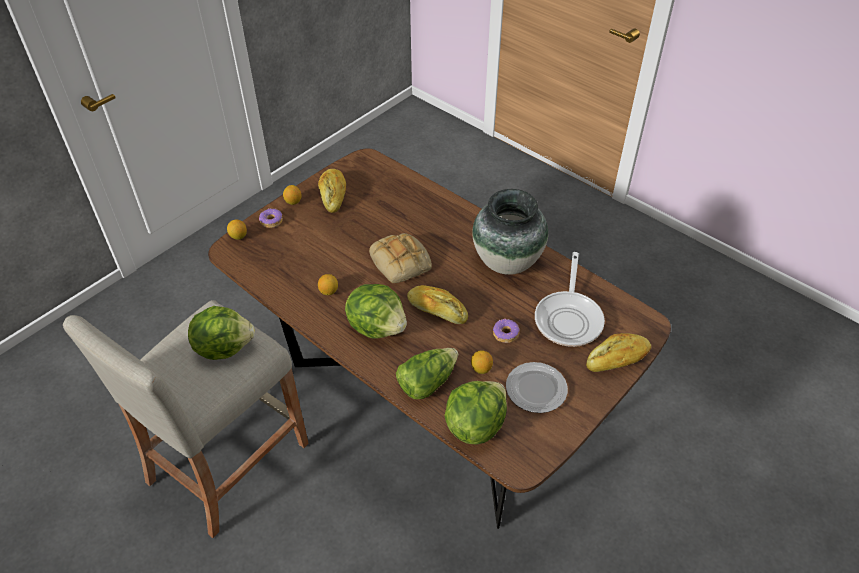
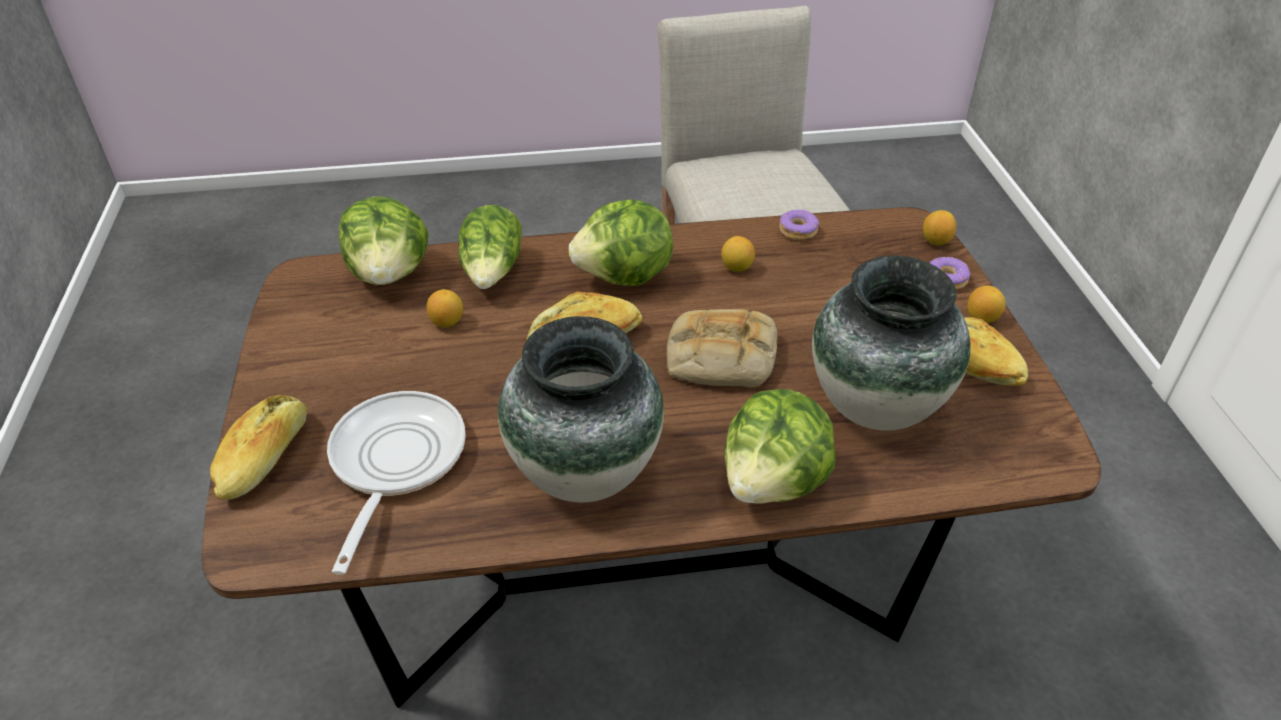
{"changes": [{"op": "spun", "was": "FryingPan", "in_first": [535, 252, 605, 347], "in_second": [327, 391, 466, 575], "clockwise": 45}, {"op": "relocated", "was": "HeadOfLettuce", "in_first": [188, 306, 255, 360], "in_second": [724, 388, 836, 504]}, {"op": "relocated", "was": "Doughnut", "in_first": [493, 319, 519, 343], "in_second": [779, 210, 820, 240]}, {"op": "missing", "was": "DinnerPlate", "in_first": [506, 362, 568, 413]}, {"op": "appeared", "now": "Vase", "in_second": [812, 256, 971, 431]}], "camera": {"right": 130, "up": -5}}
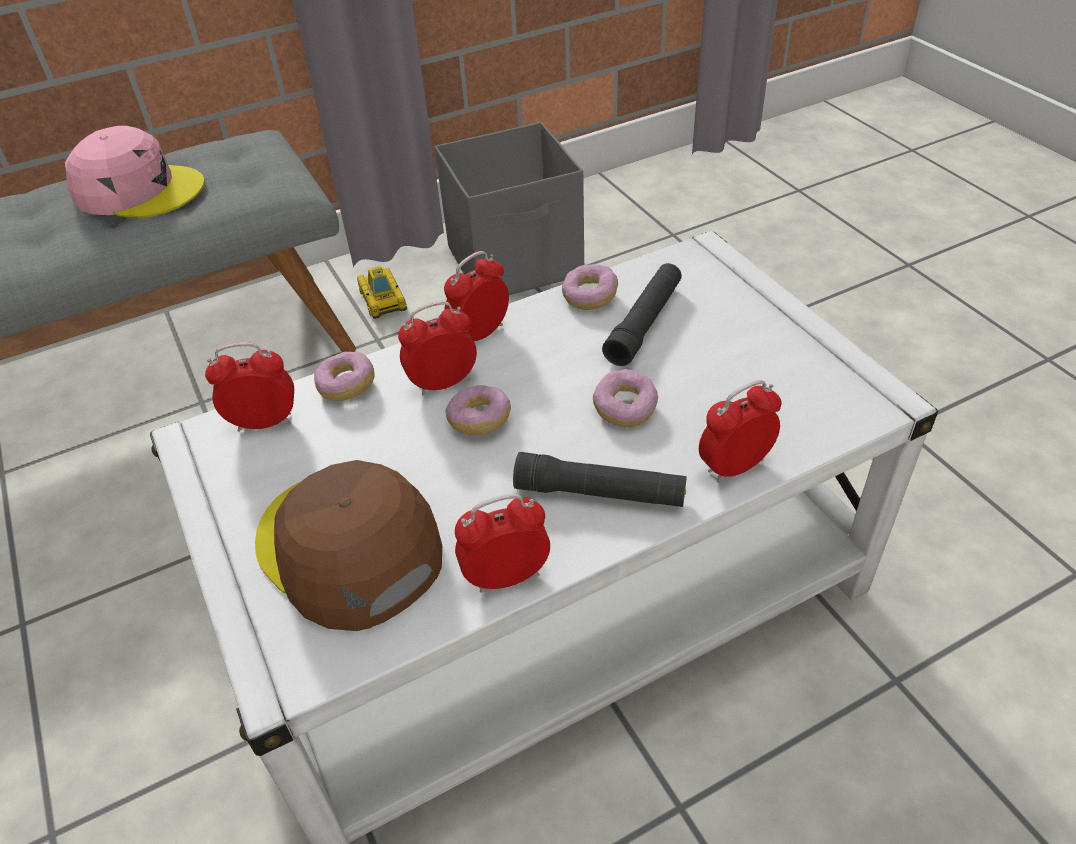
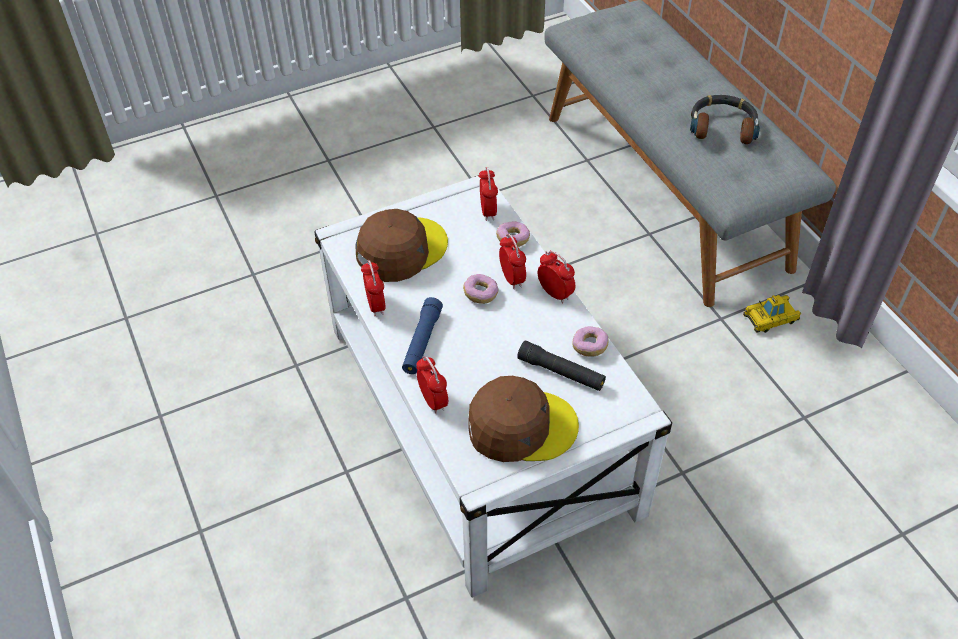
{"changes": [{"op": "missing", "was": "GrayStorageBox", "in_first": [435, 122, 584, 295]}, {"op": "exchanged", "was": "PinkishPeakedCap", "now": "Headphones", "in_first": [65, 126, 205, 218], "in_second": [690, 95, 760, 144]}, {"op": "missing", "was": "Doughnut", "in_first": [593, 369, 658, 427]}, {"op": "colour", "was": "BlackishTorch", "now": "BlueColouredTorch", "in_first": [513, 452, 687, 507], "in_second": [402, 297, 443, 374]}, {"op": "appeared", "now": "BrownishPeakedCap", "in_second": [469, 376, 579, 462]}], "camera": {"right": 90, "up": 5}}
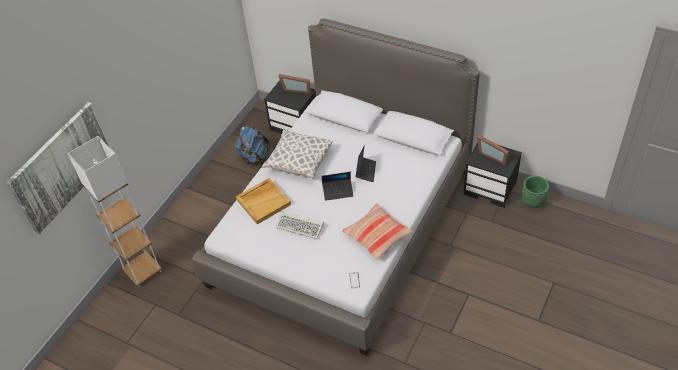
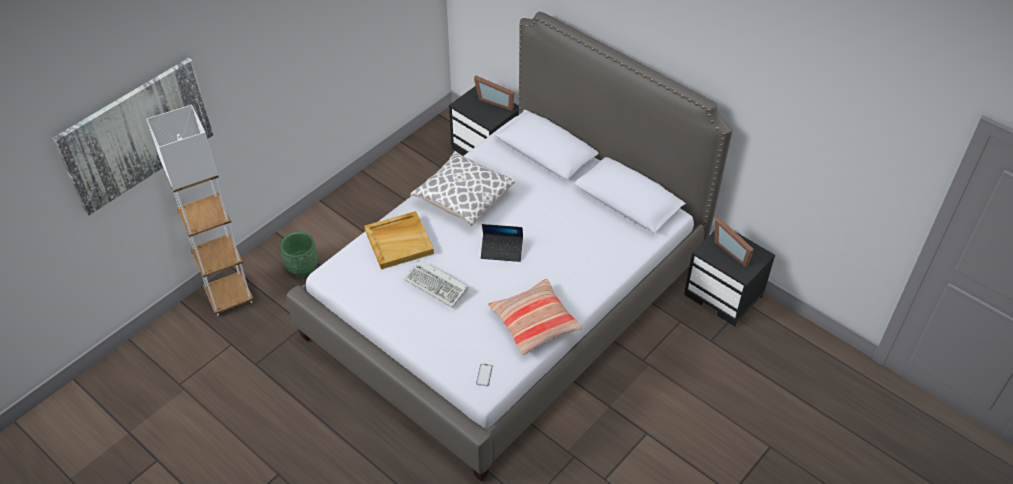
{"changes": [{"op": "missing", "was": "BlueColouredBackpack", "in_first": [235, 124, 270, 165]}, {"op": "missing", "was": "PortableComputer", "in_first": [355, 145, 376, 182]}, {"op": "relocated", "was": "GreenPlantPot", "in_first": [521, 176, 549, 208], "in_second": [280, 232, 318, 276]}], "camera": {"right": 10, "up": 0}}
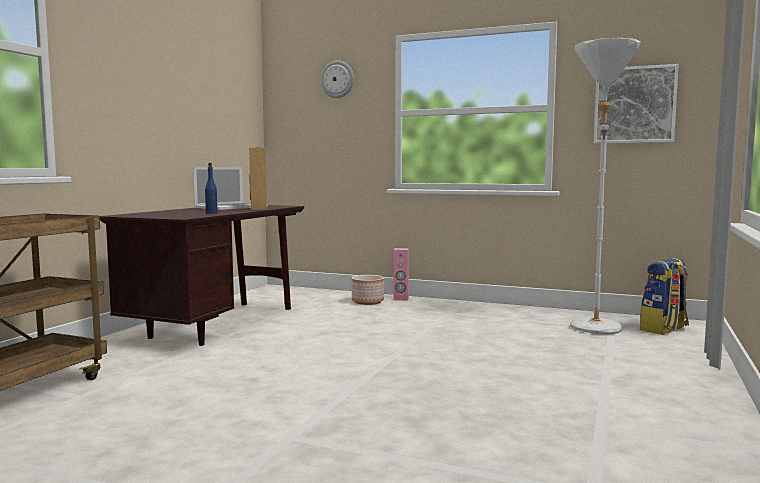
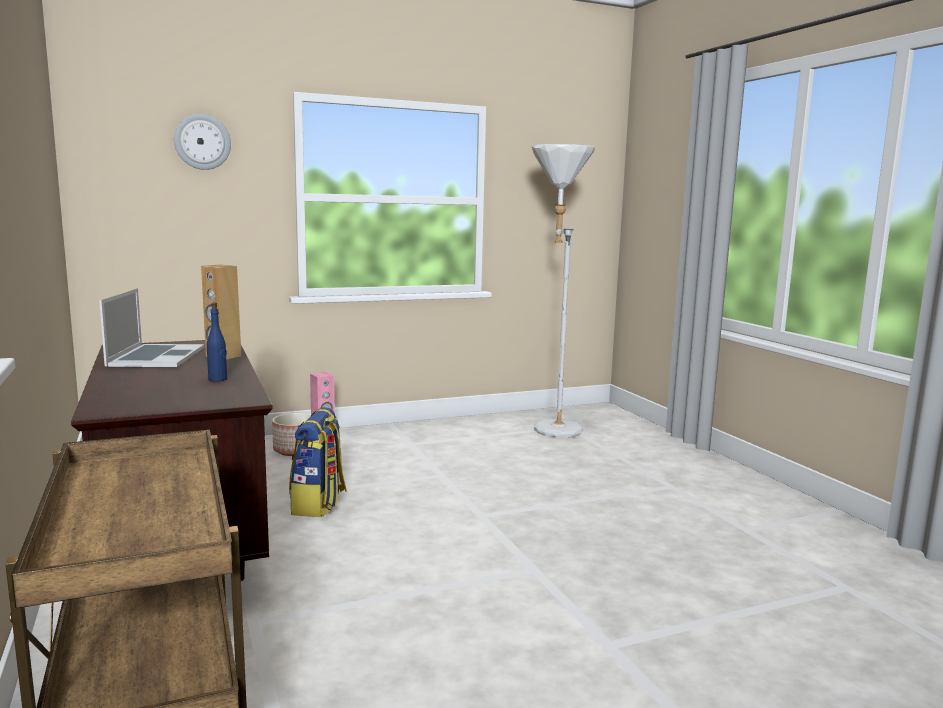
{"changes": [{"op": "missing", "was": "WallArt", "in_first": [594, 64, 679, 144]}, {"op": "relocated", "was": "Backpack", "in_first": [640, 258, 689, 335], "in_second": [289, 407, 347, 517]}], "camera": {"right": -45, "up": 5}}
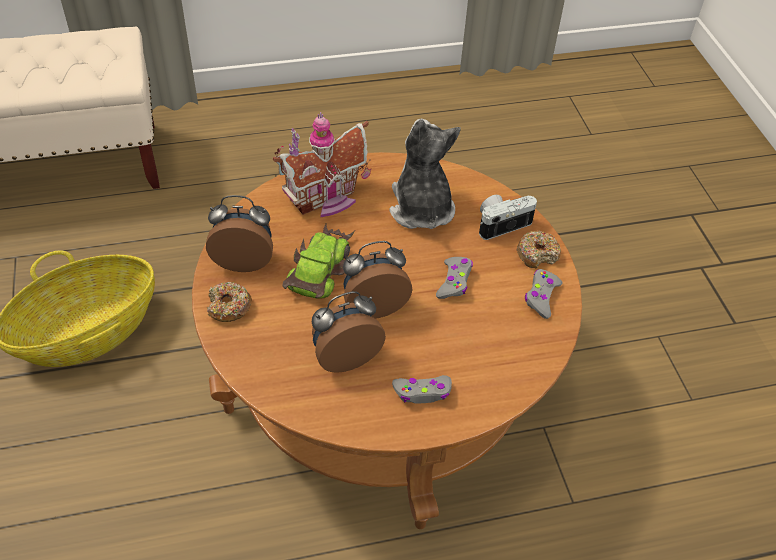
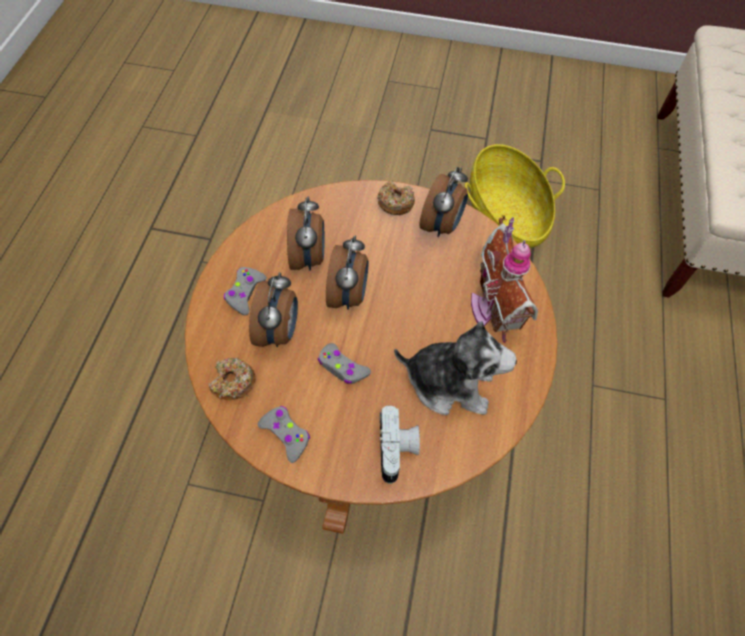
{"changes": [{"op": "missing", "was": "ToyCar", "in_first": [282, 224, 356, 299]}, {"op": "relocated", "was": "Doughnut", "in_first": [516, 230, 561, 268], "in_second": [209, 358, 256, 400]}, {"op": "appeared", "now": "TableClock", "in_second": [249, 272, 298, 347]}], "camera": {"right": 115, "up": 10}}
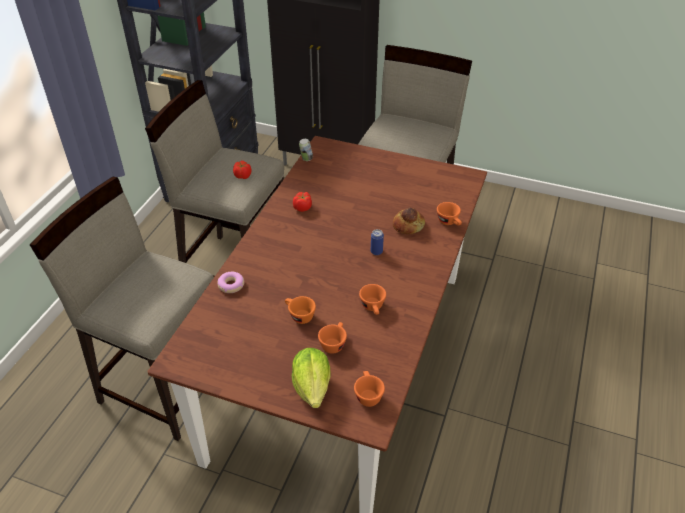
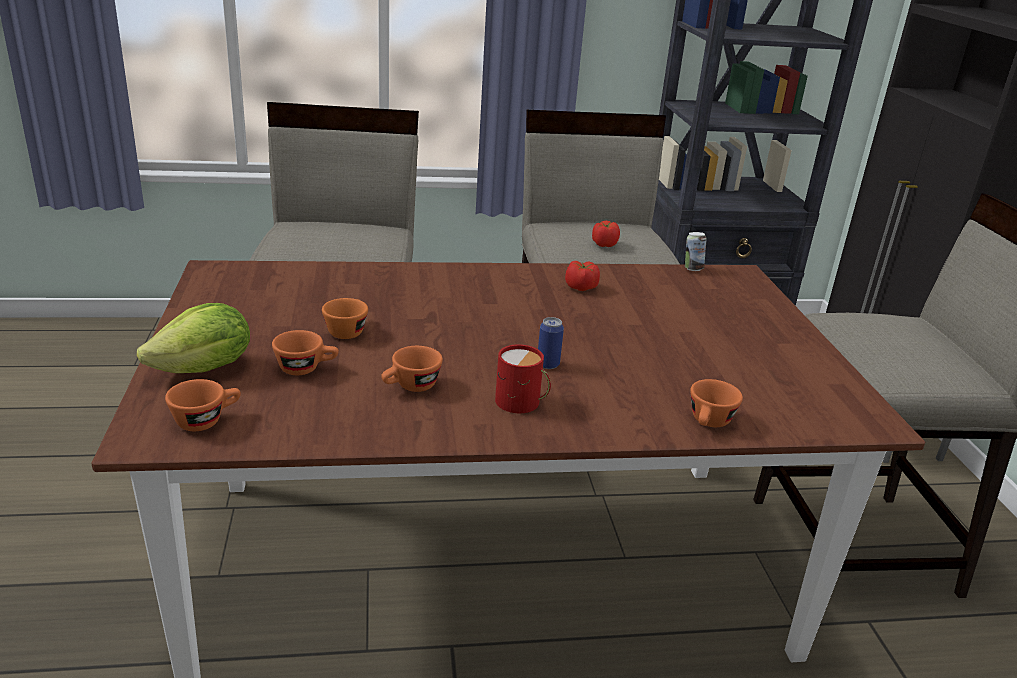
{"changes": [{"op": "missing", "was": "BakedBread", "in_first": [393, 207, 425, 234]}, {"op": "missing", "was": "Doughnut", "in_first": [217, 272, 244, 293]}, {"op": "appeared", "now": "RedTeaMug", "in_second": [495, 344, 551, 413]}], "camera": {"right": 60, "up": -15}}
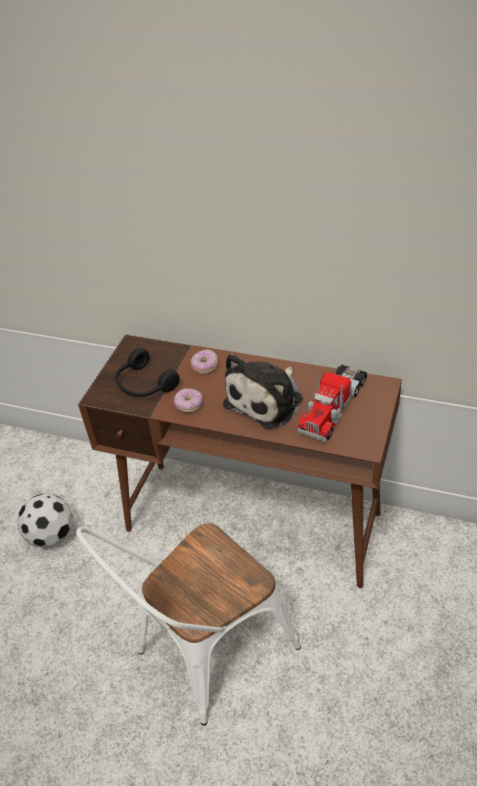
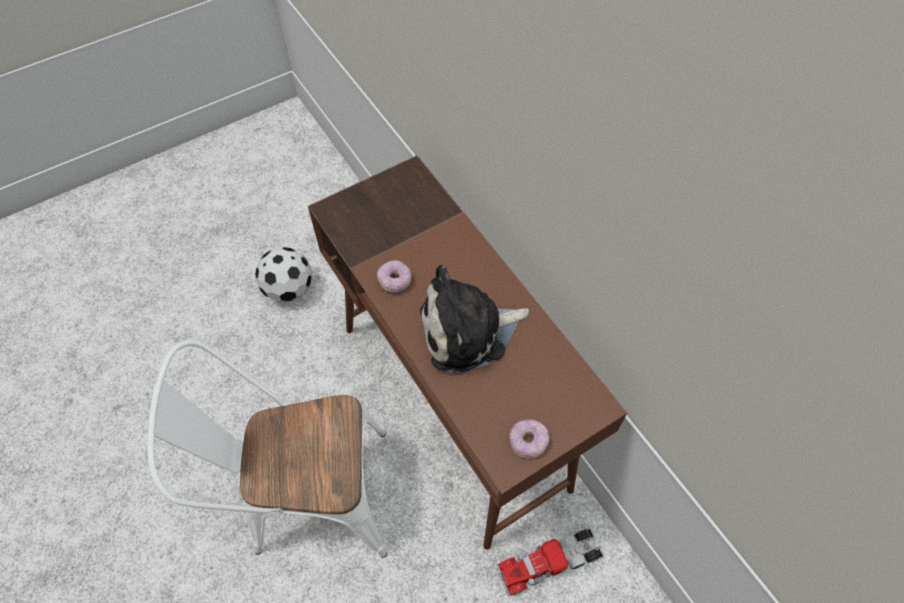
{"changes": [{"op": "missing", "was": "BlackishHeadphones", "in_first": [115, 348, 180, 397]}, {"op": "relocated", "was": "Doughnut", "in_first": [191, 349, 218, 374], "in_second": [509, 419, 550, 458]}, {"op": "relocated", "was": "ToyTruck", "in_first": [298, 364, 367, 442], "in_second": [497, 528, 603, 597]}], "camera": {"right": 35, "up": 15}}
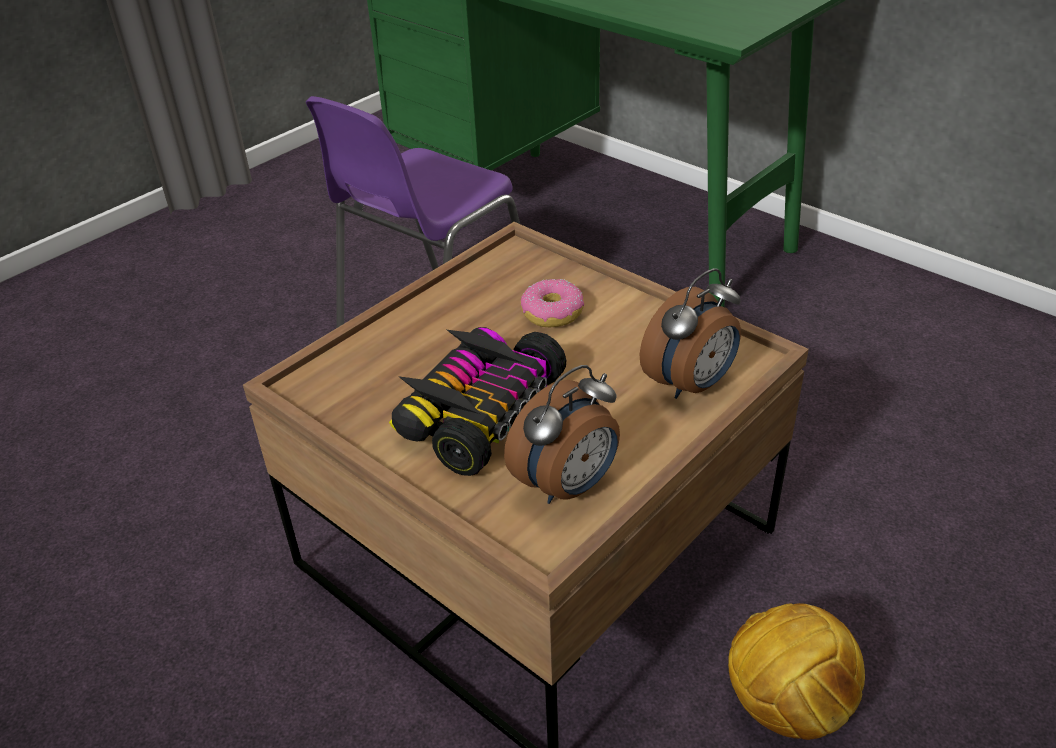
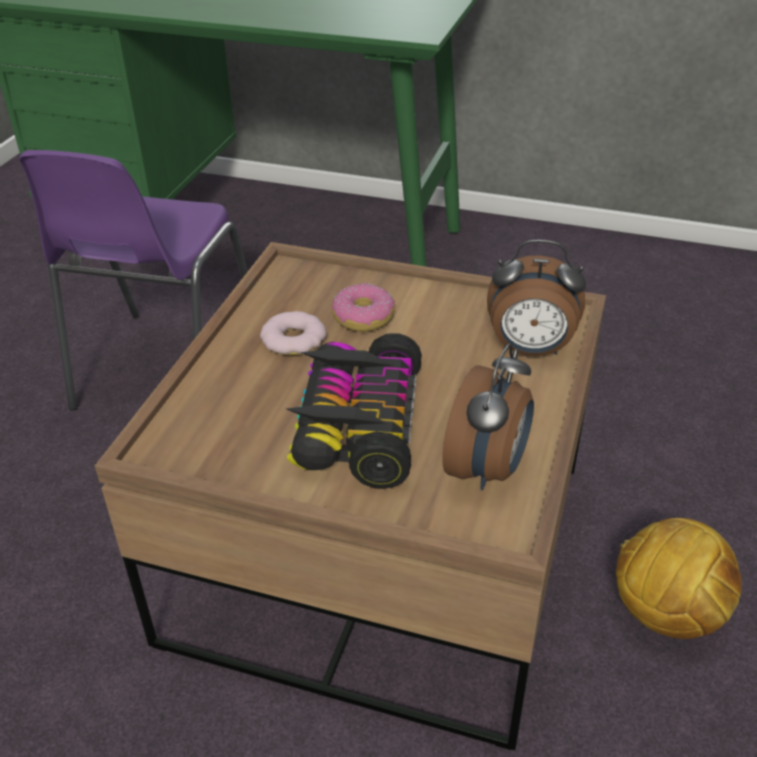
{"changes": [{"op": "spun", "was": "TableClock", "in_first": [639, 268, 741, 399], "in_second": [487, 240, 587, 356], "clockwise": 75}, {"op": "appeared", "now": "Doughnut", "in_second": [260, 311, 326, 355]}], "camera": {"right": -25, "up": 0}}
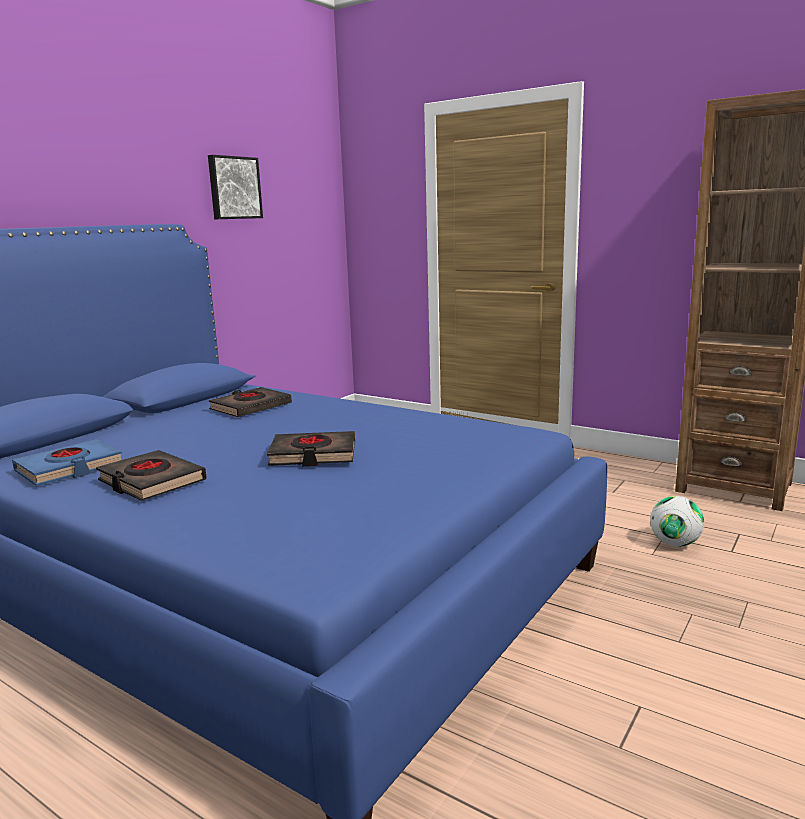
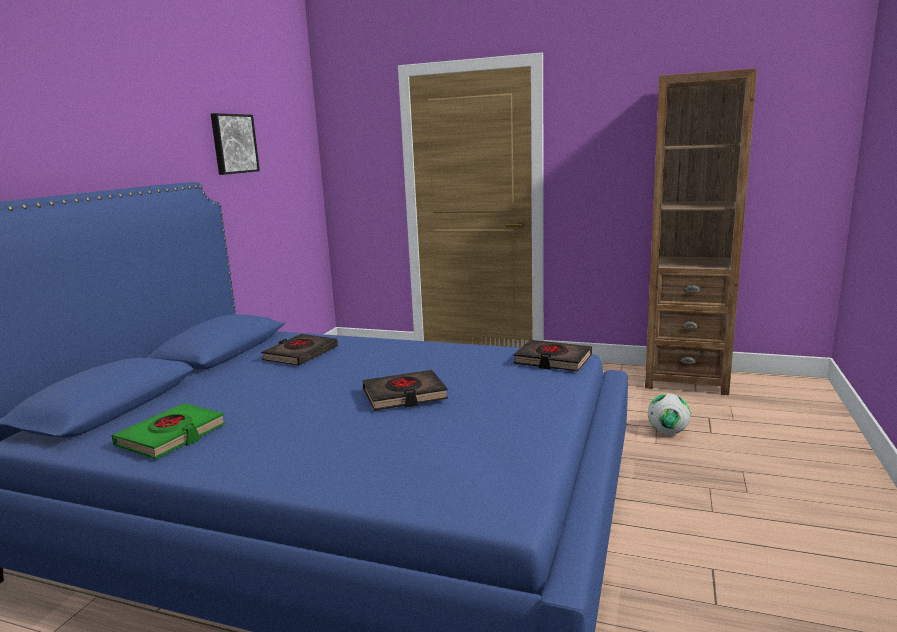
{"changes": [{"op": "colour", "was": "BlueColouredBoundBook", "now": "GreenBoundBook", "in_first": [12, 439, 122, 486], "in_second": [111, 403, 226, 459]}, {"op": "relocated", "was": "BlackishBoundBook", "in_first": [96, 450, 206, 501], "in_second": [514, 340, 592, 371]}], "camera": {"right": -15, "up": 0}}
